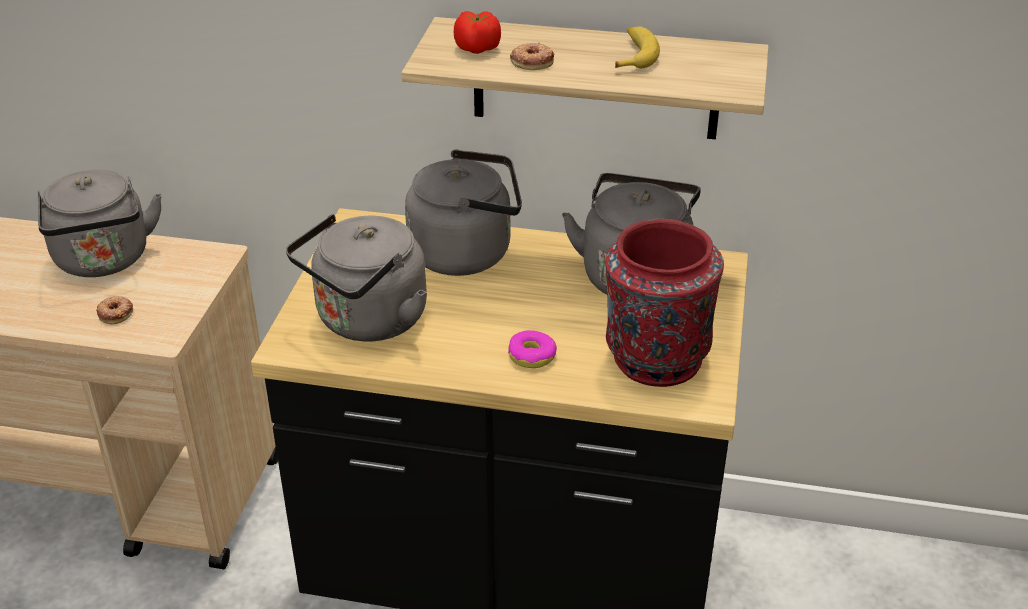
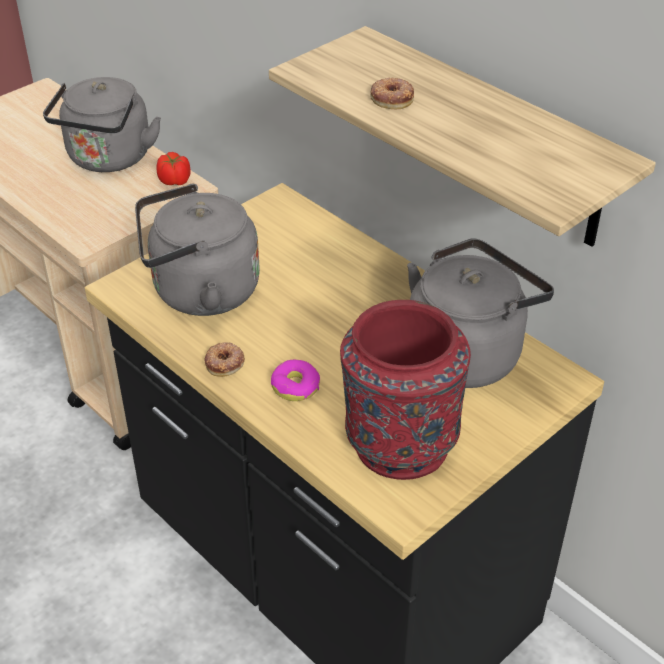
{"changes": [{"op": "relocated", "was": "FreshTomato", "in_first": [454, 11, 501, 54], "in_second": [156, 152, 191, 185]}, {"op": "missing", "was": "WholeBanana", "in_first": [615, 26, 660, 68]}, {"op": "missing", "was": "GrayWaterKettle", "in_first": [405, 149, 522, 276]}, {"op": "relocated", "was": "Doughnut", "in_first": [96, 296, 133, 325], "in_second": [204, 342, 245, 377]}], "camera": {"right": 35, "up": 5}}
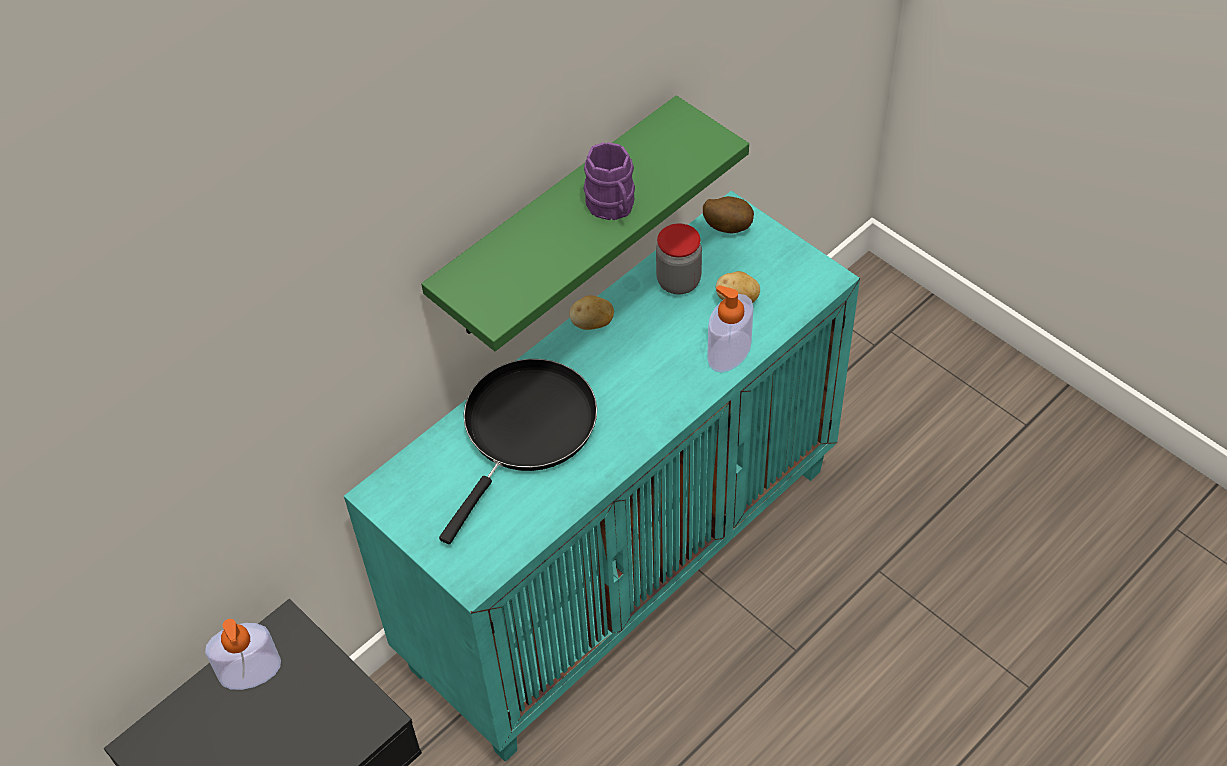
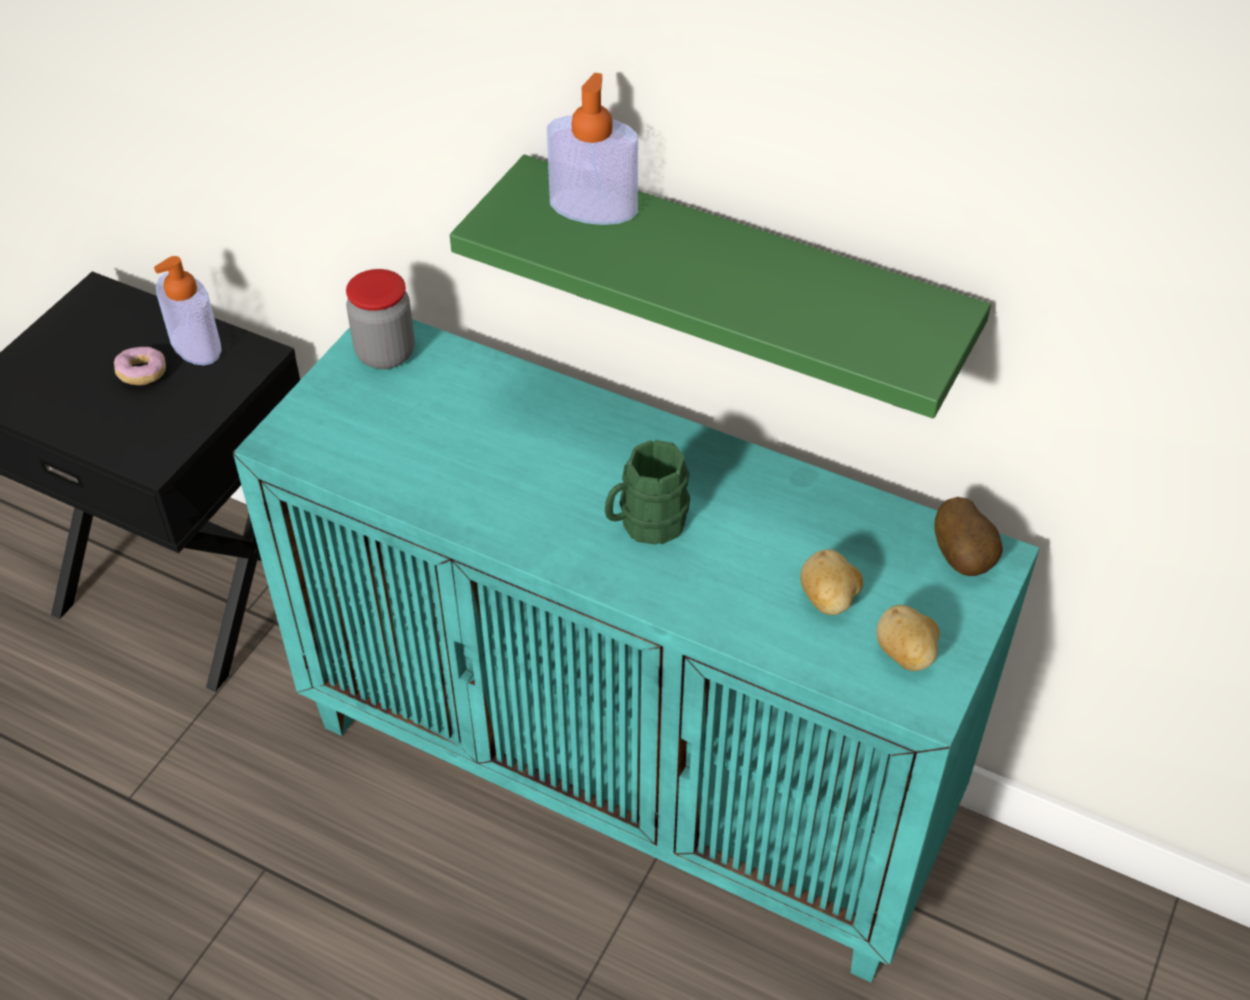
{"changes": [{"op": "missing", "was": "PurpleColouredTeaMug", "in_first": [584, 142, 635, 220]}, {"op": "relocated", "was": "PreserveJar", "in_first": [656, 223, 702, 295], "in_second": [346, 269, 415, 369]}, {"op": "relocated", "was": "SoapBottle", "in_first": [707, 285, 754, 373], "in_second": [547, 73, 638, 225]}, {"op": "relocated", "was": "Spud", "in_first": [569, 295, 614, 330], "in_second": [877, 605, 940, 671]}, {"op": "missing", "was": "BlackishFryingPan", "in_first": [439, 359, 597, 544]}, {"op": "appeared", "now": "Doughnut", "in_second": [114, 347, 166, 385]}, {"op": "appeared", "now": "GreenTeaMug", "in_second": [605, 440, 690, 545]}], "camera": {"right": 70, "up": -5}}
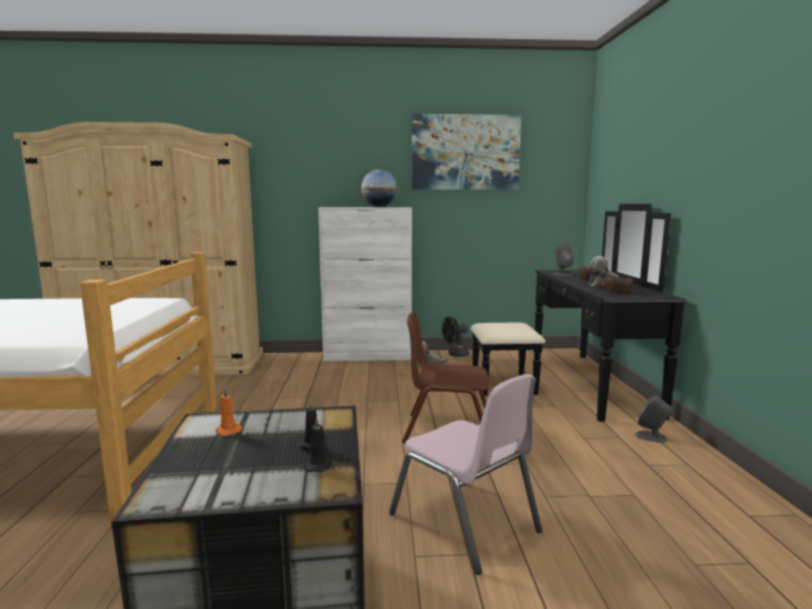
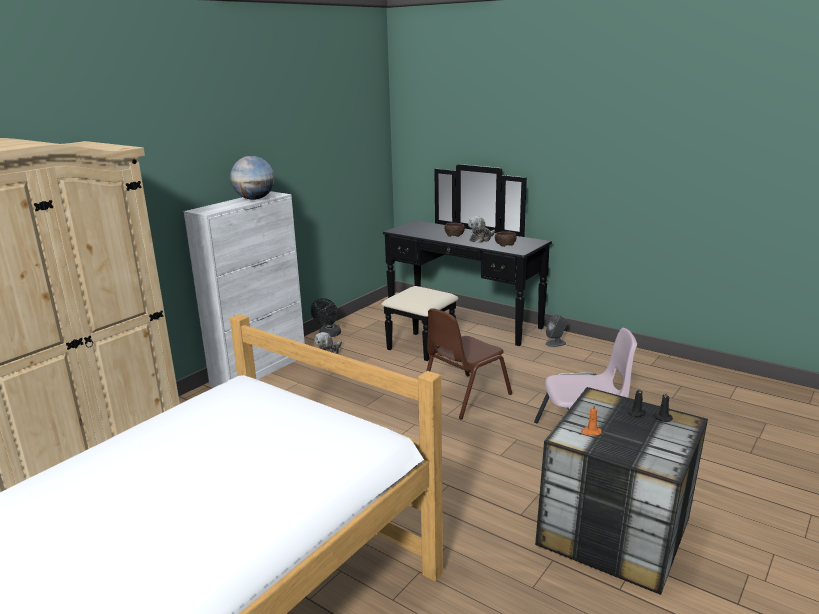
{"changes": [{"op": "missing", "was": "WallArt", "in_first": [412, 114, 521, 190]}, {"op": "missing", "was": "GrayLoudspeaker", "in_first": [553, 243, 574, 276]}], "camera": {"right": -50, "up": 10}}
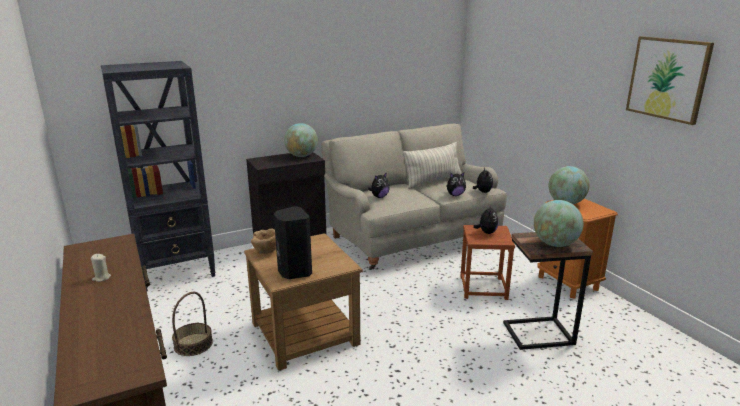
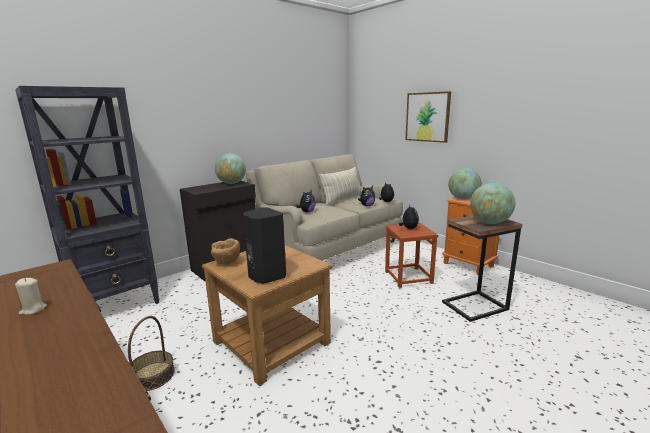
{"changes": [{"op": "relocated", "was": "WallArt", "in_first": [626, 36, 714, 125], "in_second": [405, 91, 451, 143]}], "camera": {"right": -15, "up": -5}}
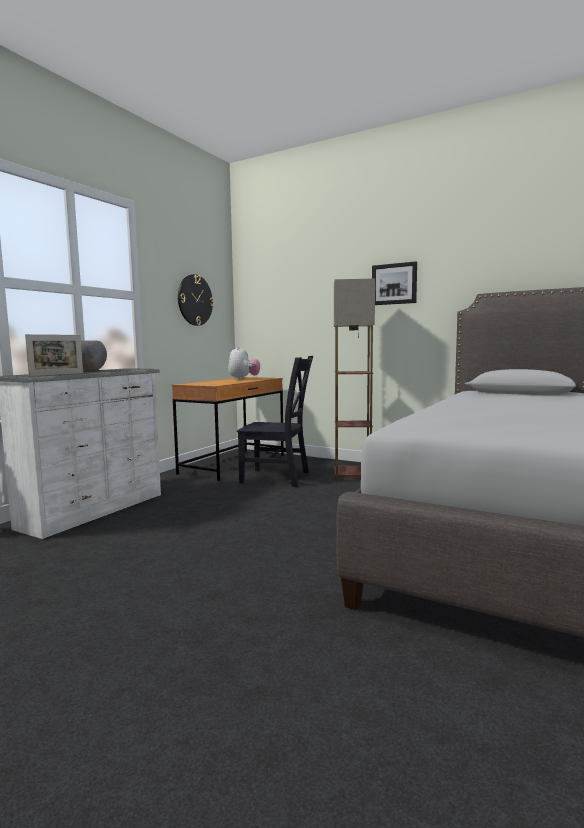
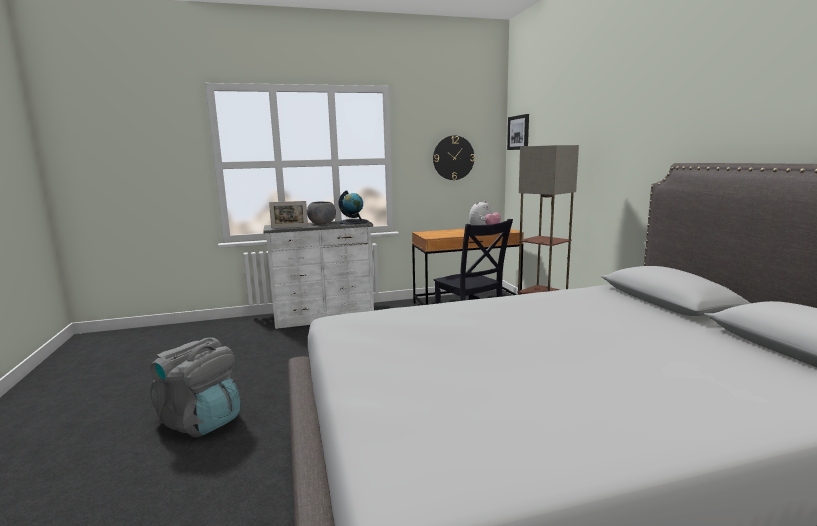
{"changes": [{"op": "relocated", "was": "WallArt", "in_first": [372, 261, 417, 305], "in_second": [507, 114, 529, 150]}, {"op": "appeared", "now": "Globe", "in_second": [339, 190, 368, 224]}, {"op": "appeared", "now": "GrayBackpack", "in_second": [150, 338, 240, 437]}], "camera": {"right": 45, "up": 5}}
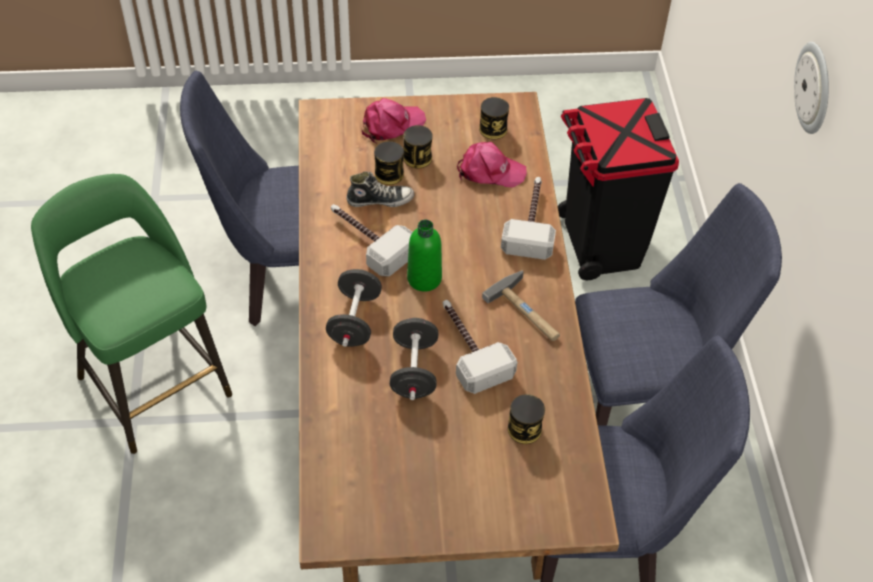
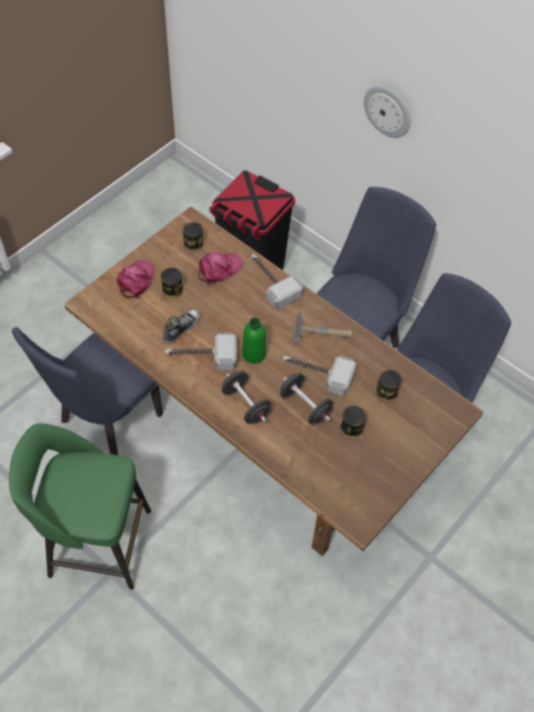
{"changes": [{"op": "relocated", "was": "Can", "in_first": [374, 141, 404, 185], "in_second": [340, 406, 366, 438]}], "camera": {"right": -45, "up": 5}}
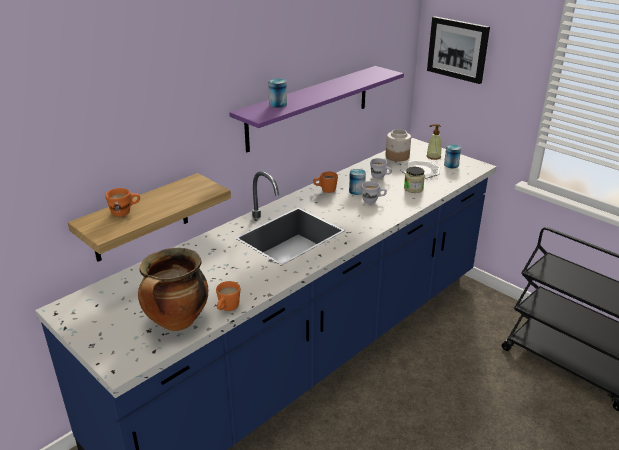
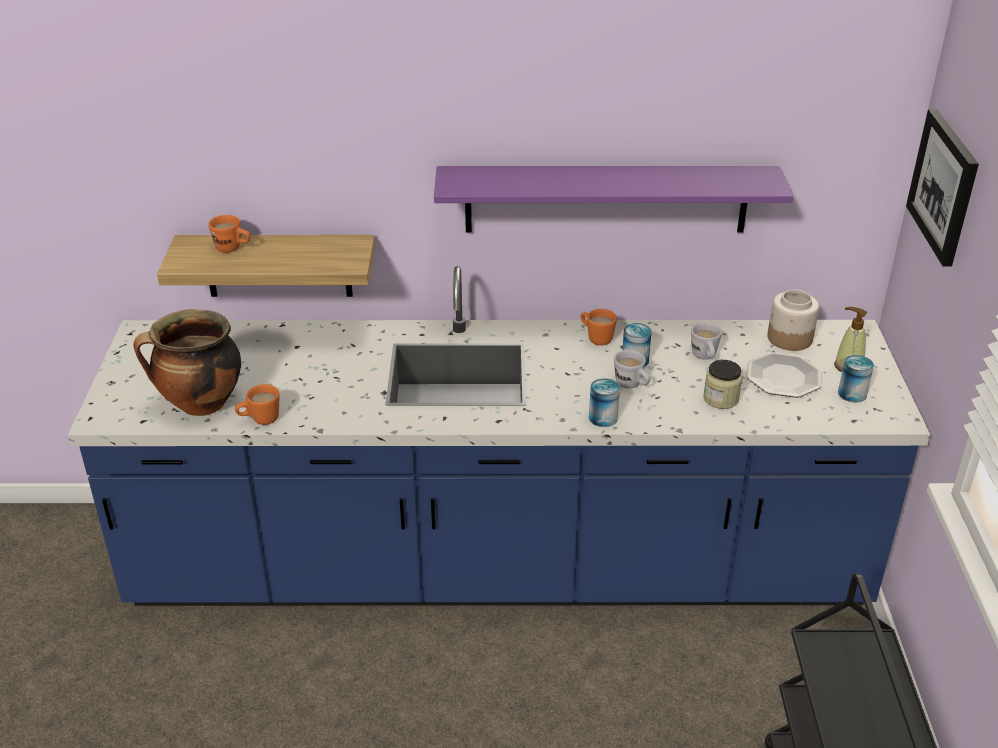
{"changes": [{"op": "relocated", "was": "Can", "in_first": [268, 78, 287, 108], "in_second": [589, 378, 620, 427]}], "camera": {"right": 45, "up": 5}}
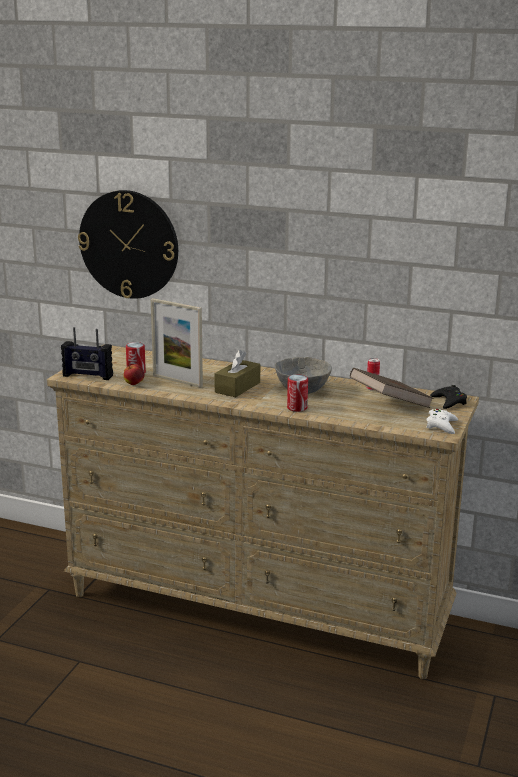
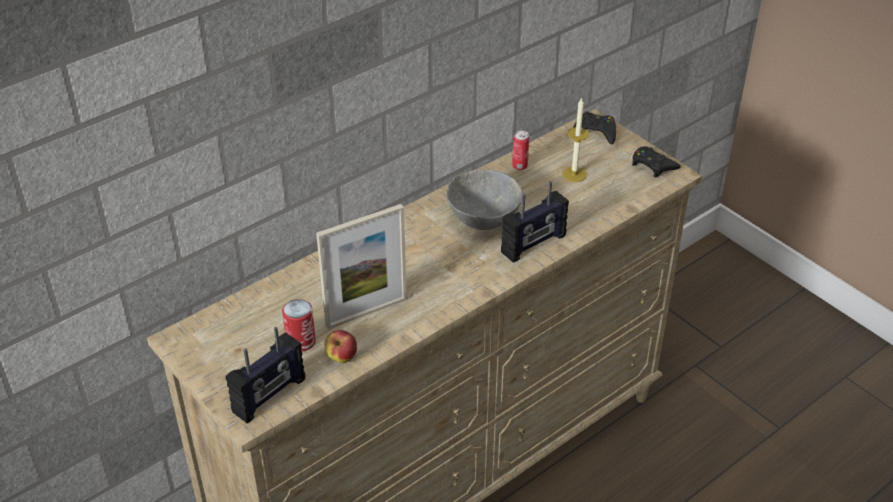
{"changes": [{"op": "missing", "was": "HangingClock", "in_first": [78, 190, 178, 299]}, {"op": "missing", "was": "BrownishTissueHolder", "in_first": [214, 350, 260, 397]}, {"op": "exchanged", "was": "BrownishBoundBook", "now": "WaxLight", "in_first": [350, 368, 434, 408], "in_second": [562, 97, 589, 182]}, {"op": "exchanged", "was": "Can", "now": "RadioSet", "in_first": [287, 374, 308, 412], "in_second": [501, 181, 569, 263]}, {"op": "colour", "was": "WhitishGameController", "now": "BlackishGameController", "in_first": [426, 409, 458, 434], "in_second": [632, 146, 681, 177]}], "camera": {"right": -60, "up": 20}}
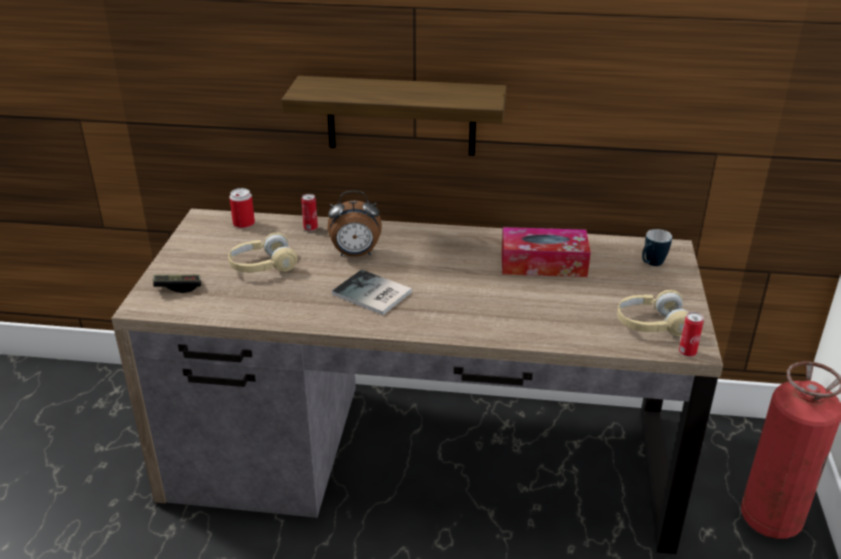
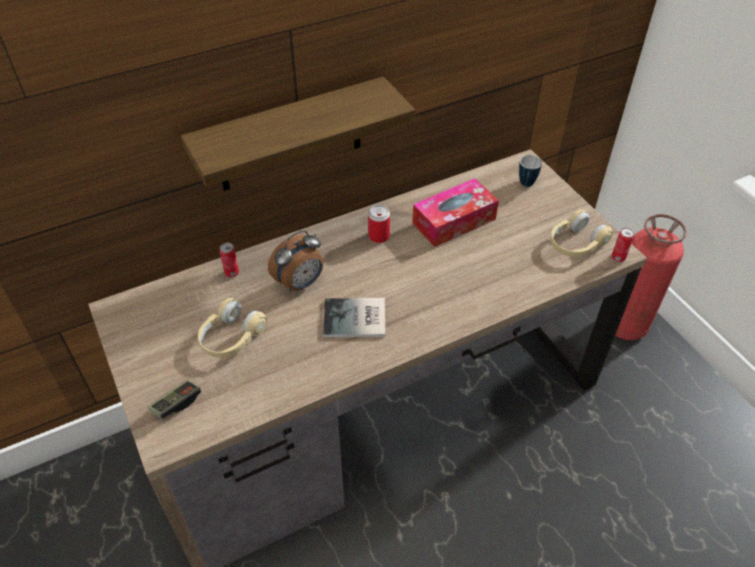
{"changes": [{"op": "relocated", "was": "Can", "in_first": [229, 188, 255, 228], "in_second": [368, 205, 390, 243]}], "camera": {"right": -35, "up": 15}}
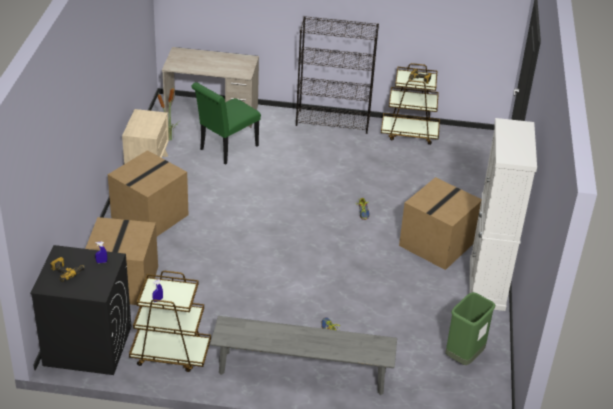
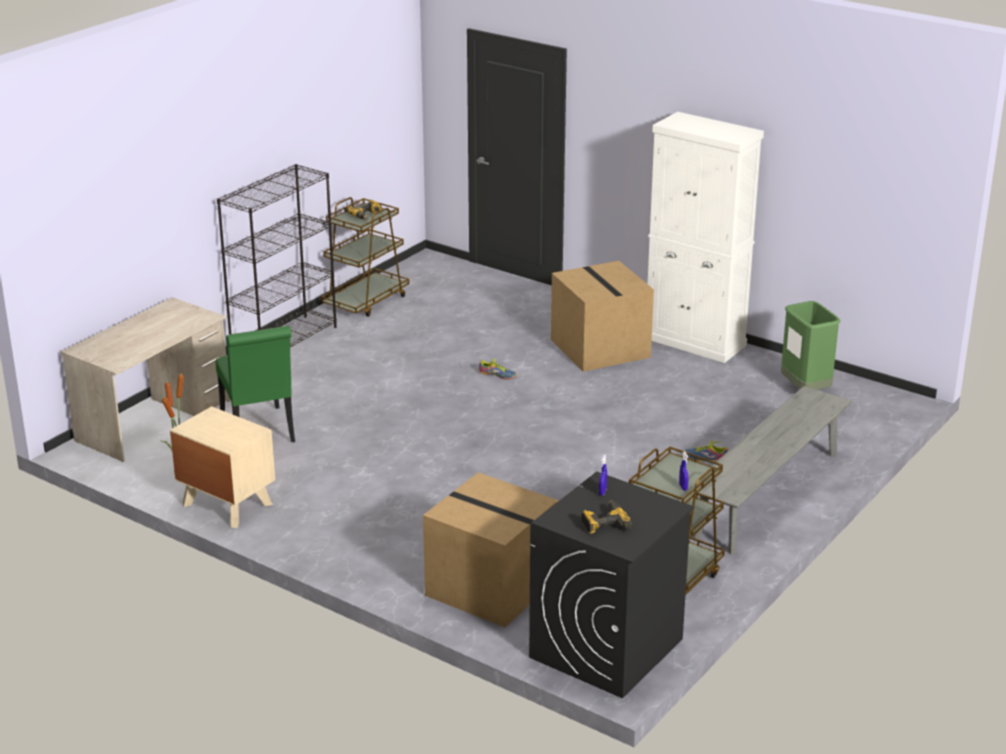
{"changes": [{"op": "missing", "was": "PackingBox", "in_first": [108, 150, 188, 236]}], "camera": {"right": -60, "up": -10}}
